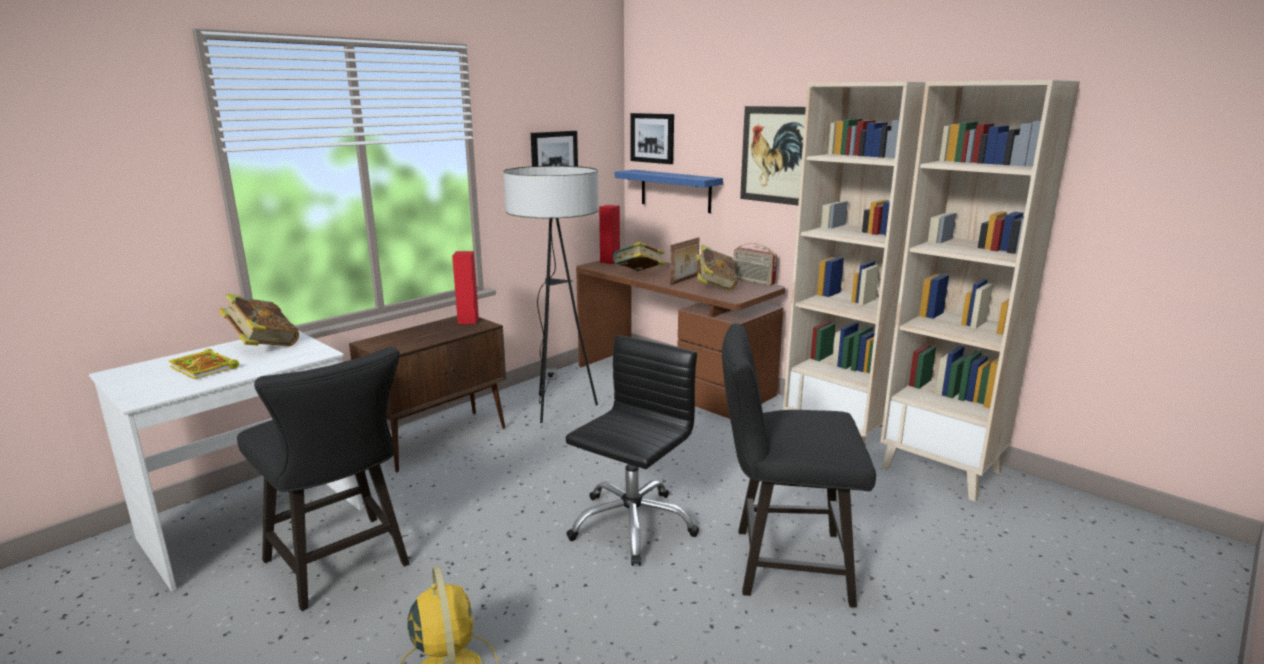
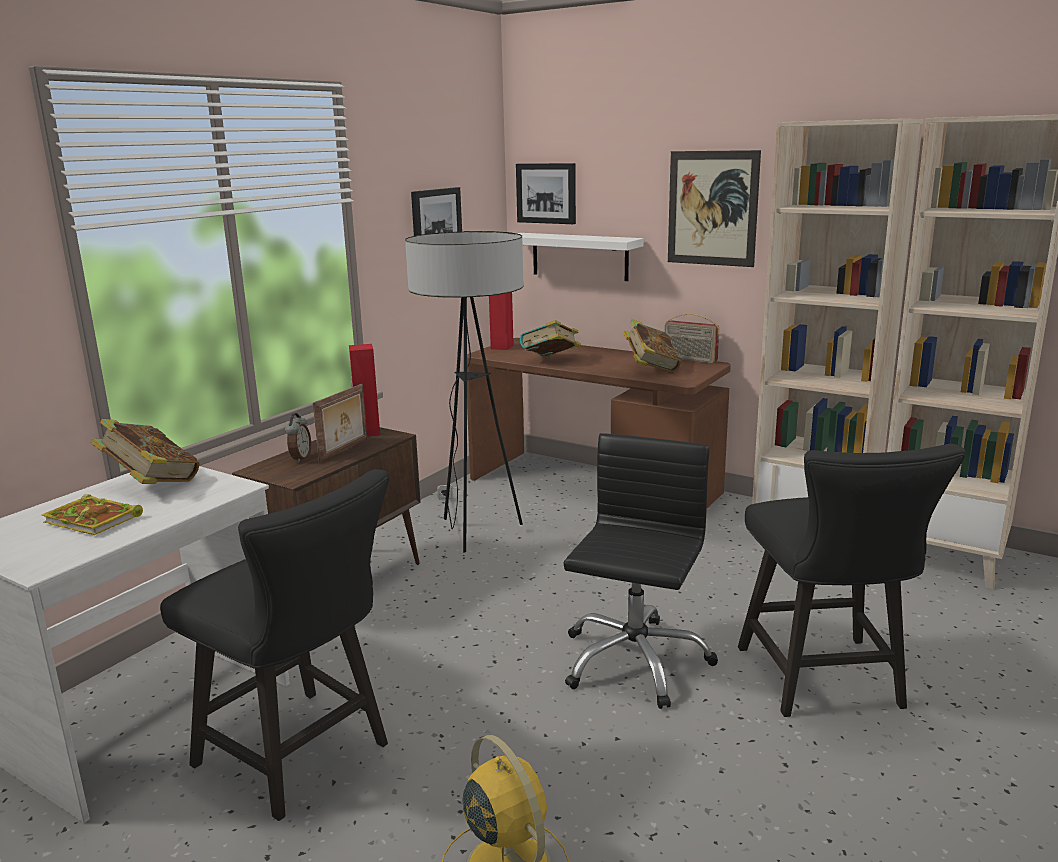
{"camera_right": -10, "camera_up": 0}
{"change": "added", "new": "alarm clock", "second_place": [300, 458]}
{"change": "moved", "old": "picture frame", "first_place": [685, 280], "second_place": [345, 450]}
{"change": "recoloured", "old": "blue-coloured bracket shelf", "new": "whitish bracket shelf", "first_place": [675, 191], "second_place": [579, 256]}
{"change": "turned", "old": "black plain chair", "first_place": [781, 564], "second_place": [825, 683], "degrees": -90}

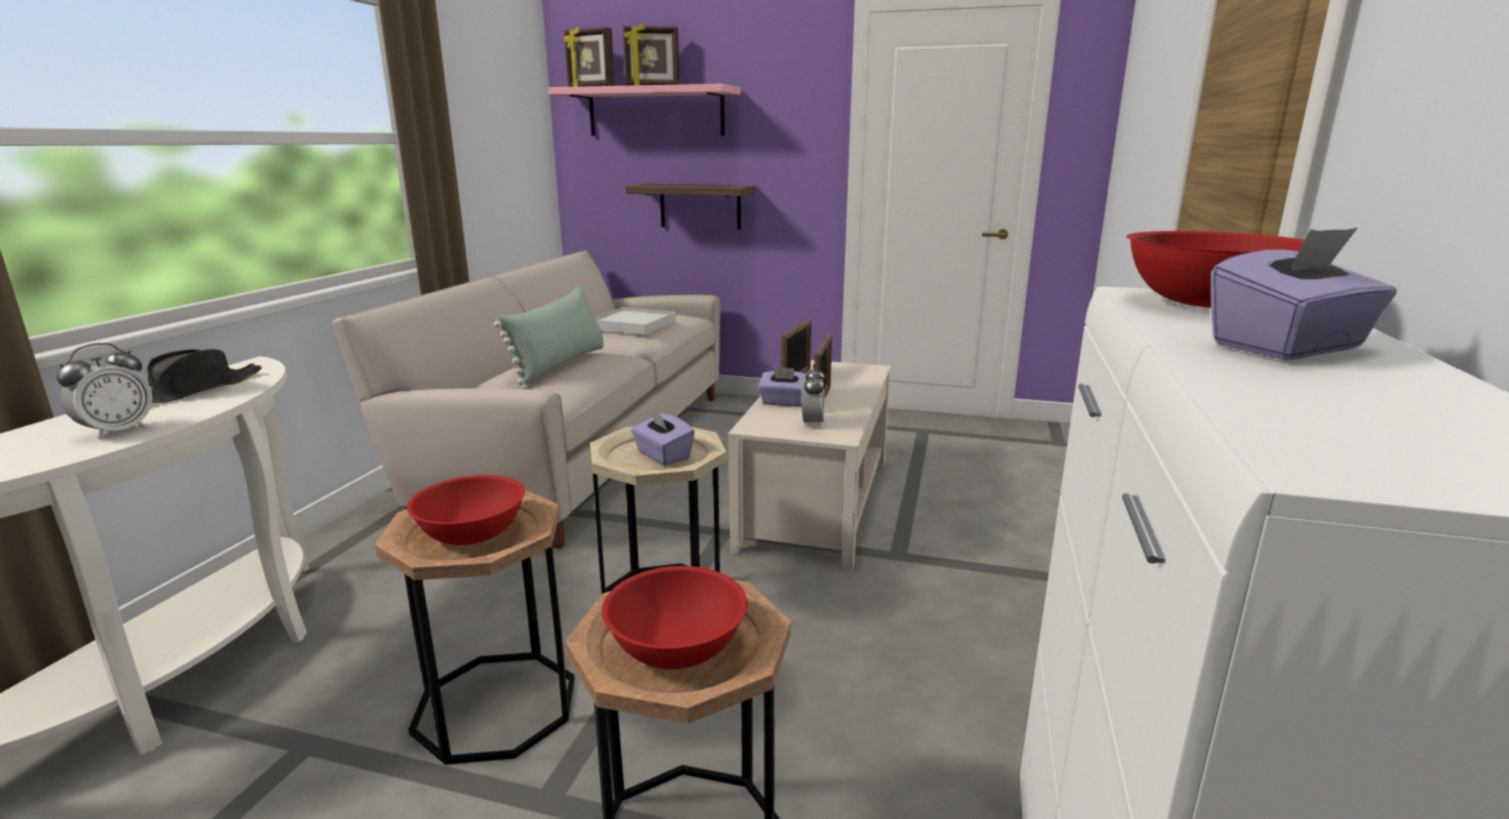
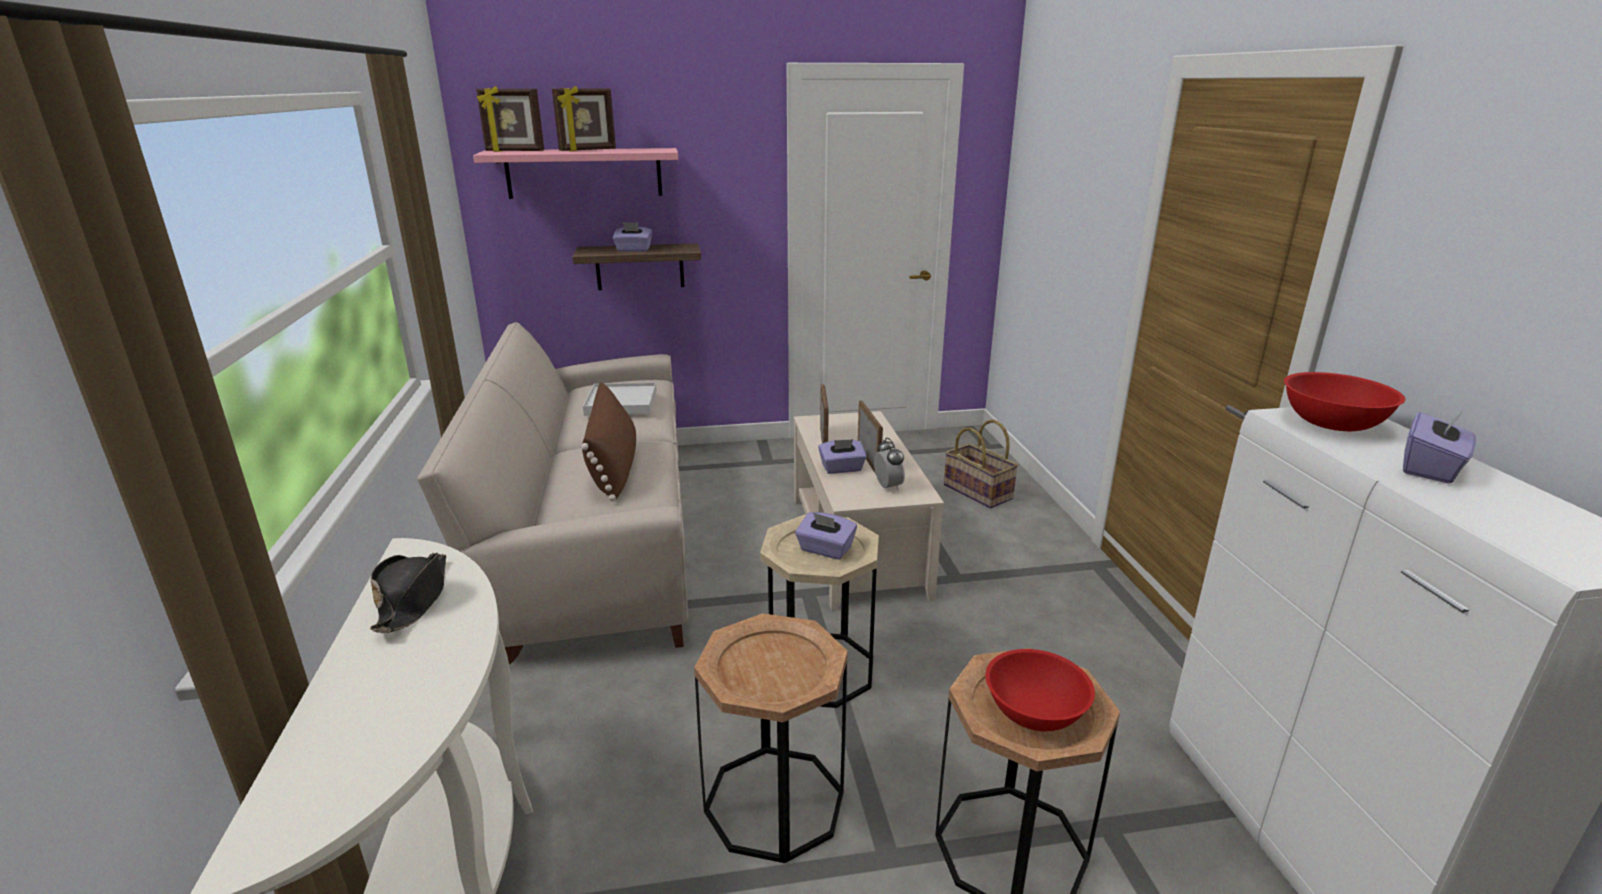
{"camera_right": -25, "camera_up": 5}
{"change": "removed", "old": "alarm clock", "first_place": [117, 431]}
{"change": "removed", "old": "red-coloured bowl", "first_place": [473, 534]}
{"change": "added", "new": "purple tissue holder", "second_place": [633, 250]}
{"change": "added", "new": "household basket", "second_place": [978, 492]}
{"change": "recoloured", "old": "green cushion", "new": "brown cushion", "first_place": [559, 364], "second_place": [614, 467]}

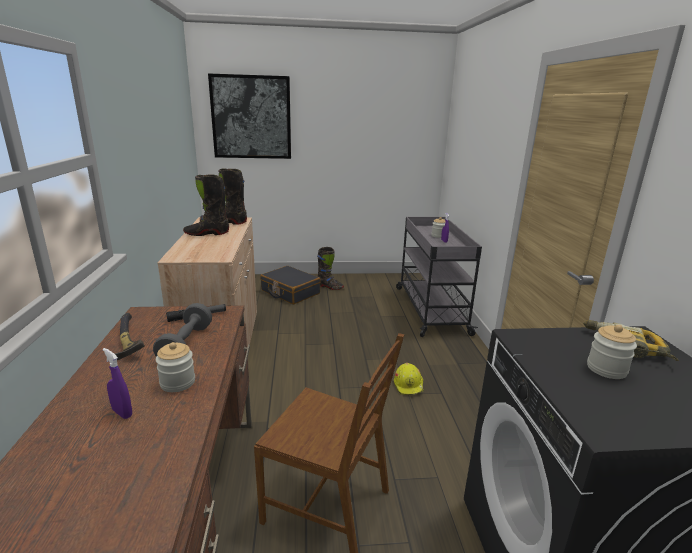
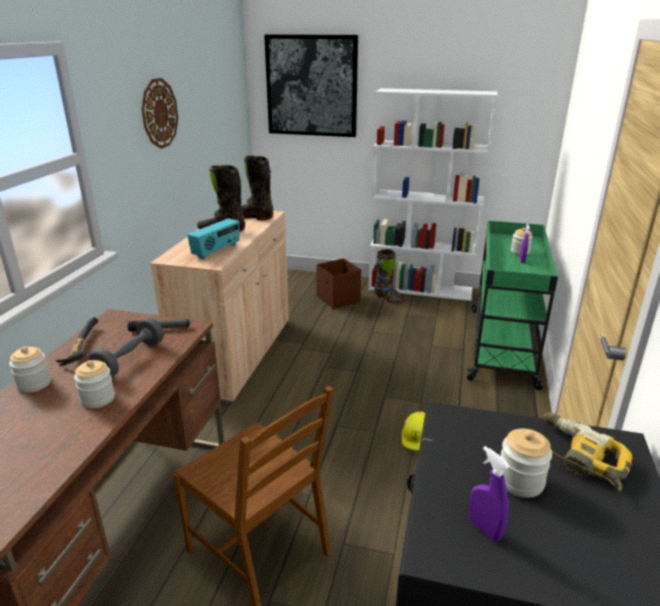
{"camera_right": 20, "camera_up": 5}
{"change": "added", "new": "jar", "second_place": [34, 384]}
{"change": "added", "new": "wall clock", "second_place": [159, 113]}
{"change": "added", "new": "radio receiver", "second_place": [216, 251]}
{"change": "added", "new": "whitish shelving unit", "second_place": [420, 289]}
{"change": "moved", "old": "purple spray bottle", "first_place": [122, 413], "second_place": [484, 529]}
{"change": "replaced", "old": "black suitcase", "new": "brown storage bin", "first_place": [290, 292], "second_place": [338, 299]}
{"change": "recoloured", "old": "grey cart", "new": "green cart", "first_place": [430, 309], "second_place": [502, 345]}

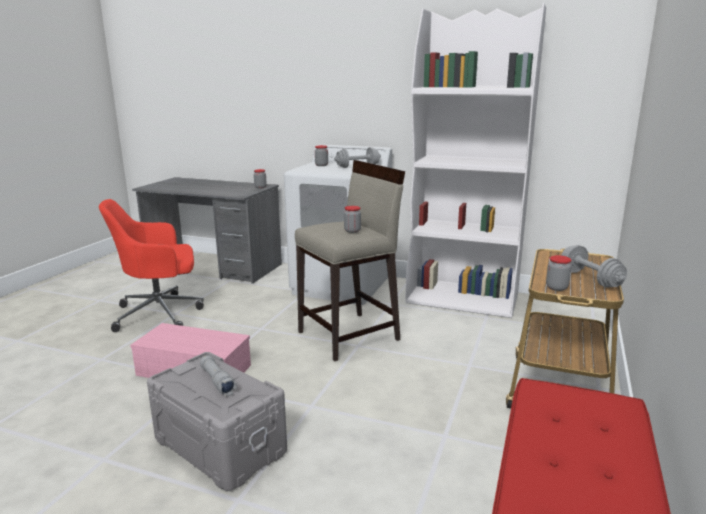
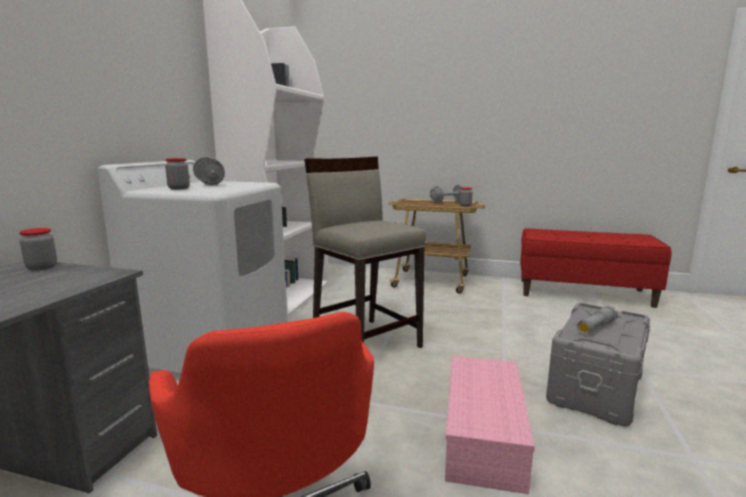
{"camera_right": -95, "camera_up": -5}
{"change": "removed", "old": "jar", "first_place": [352, 231]}

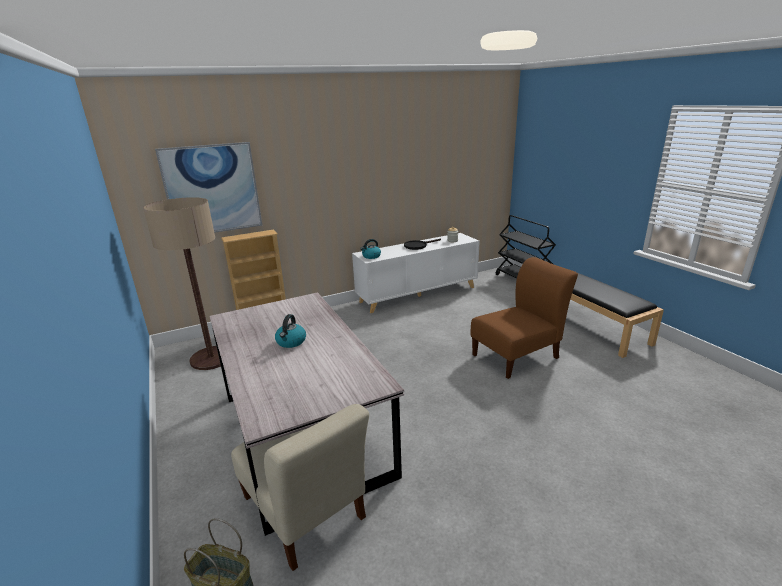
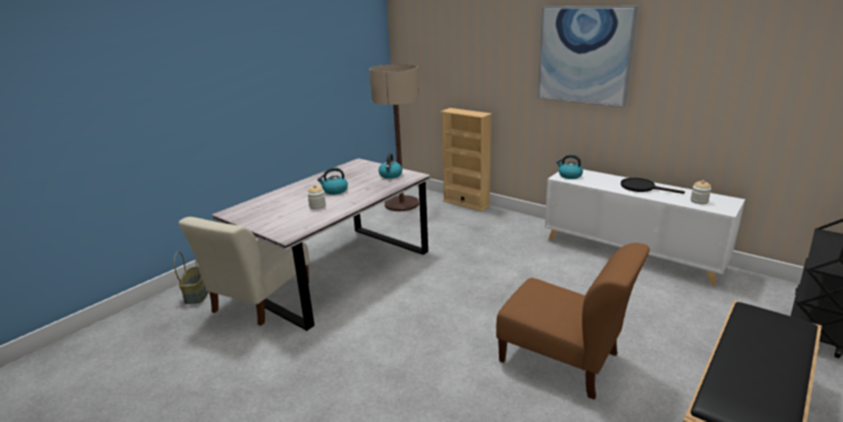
{"camera_right": 65, "camera_up": 0}
{"change": "added", "new": "jar", "second_place": [317, 206]}
{"change": "added", "new": "kettle", "second_place": [390, 175]}
{"change": "moved", "old": "picture", "first_place": [212, 189], "second_place": [584, 55]}

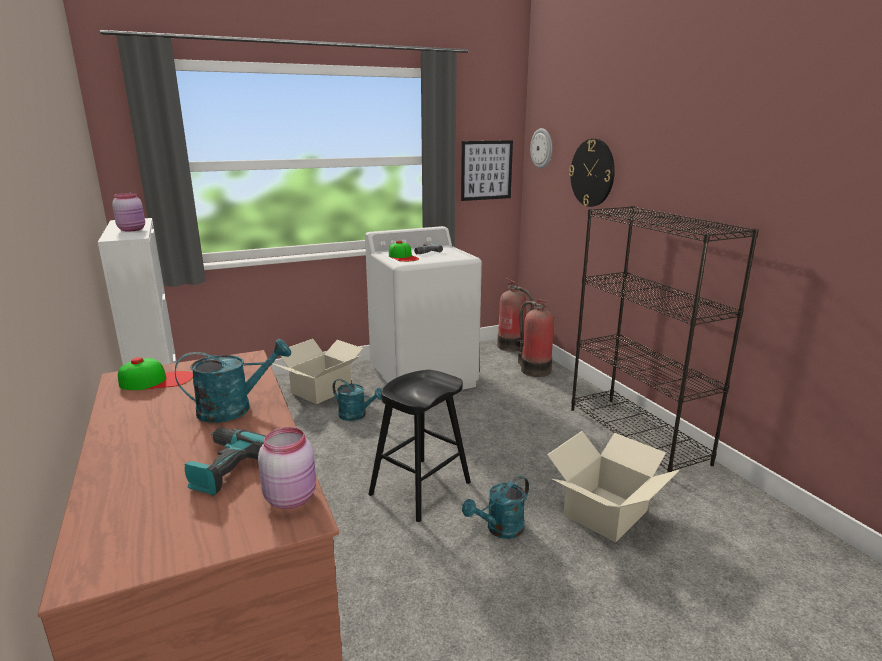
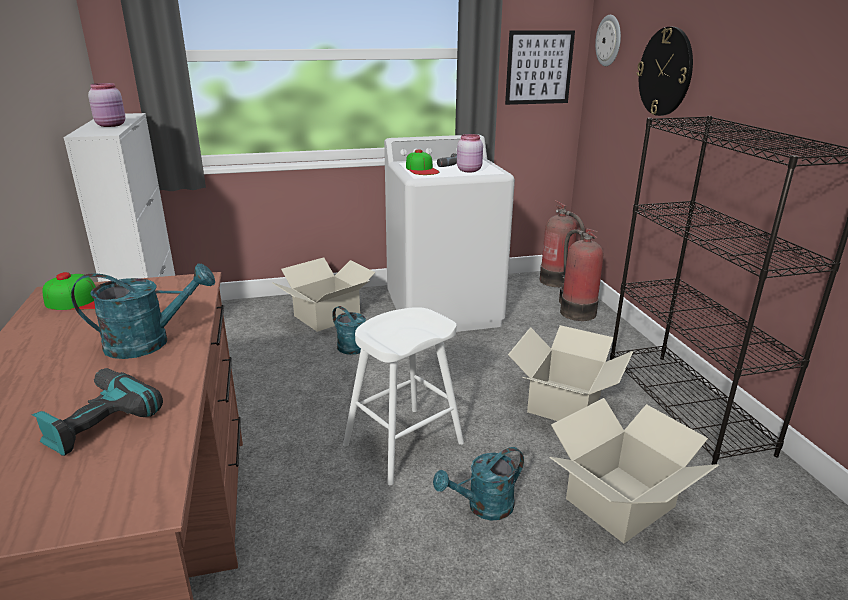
{"camera_right": 10, "camera_up": 5}
{"change": "added", "new": "carton", "second_place": [565, 403]}
{"change": "moved", "old": "pinkish jar", "first_place": [292, 497], "second_place": [469, 170]}
{"change": "recoloured", "old": "black stool", "new": "whitish stool", "first_place": [420, 489], "second_place": [403, 444]}

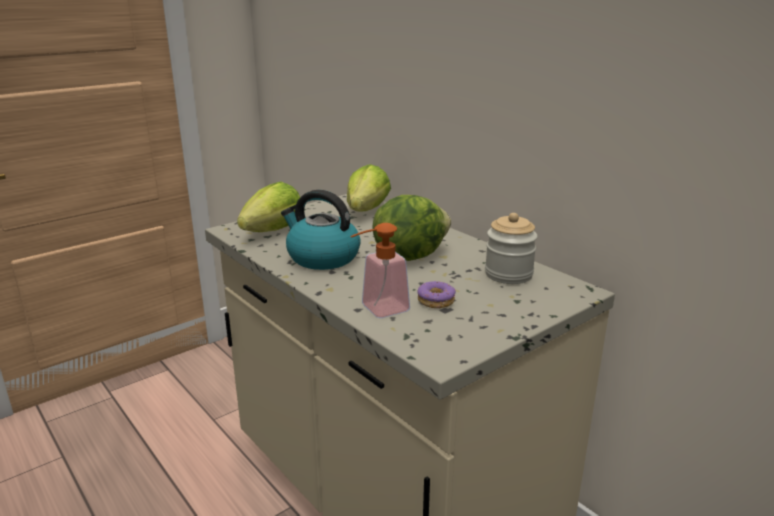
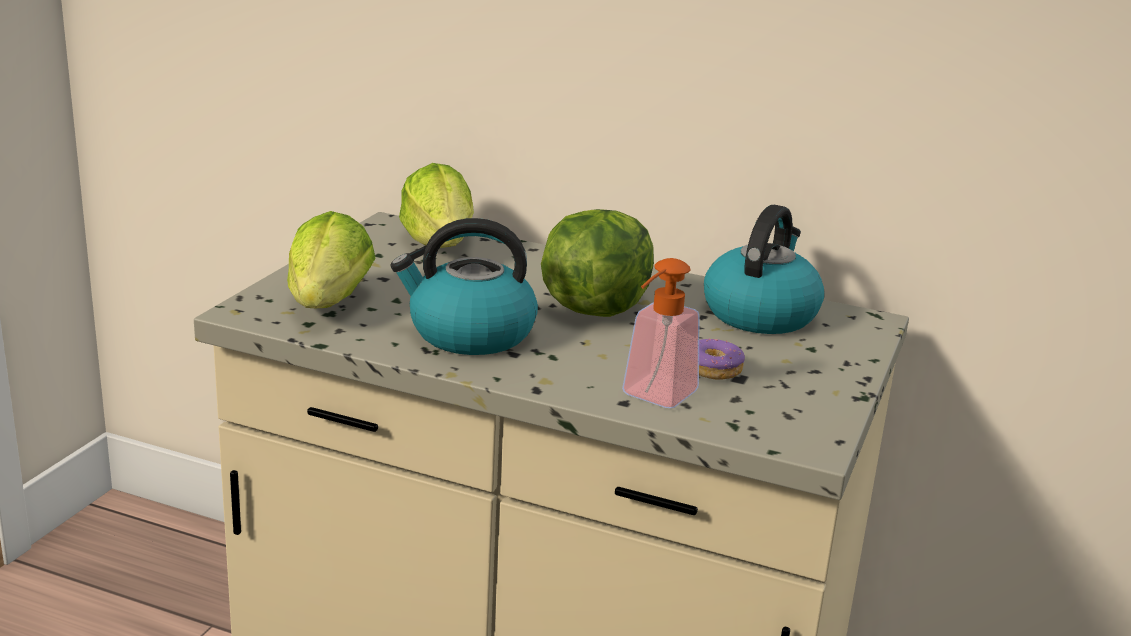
{"camera_right": -30, "camera_up": 0}
{"change": "replaced", "old": "jar", "new": "kettle", "first_place": [508, 274], "second_place": [760, 313]}

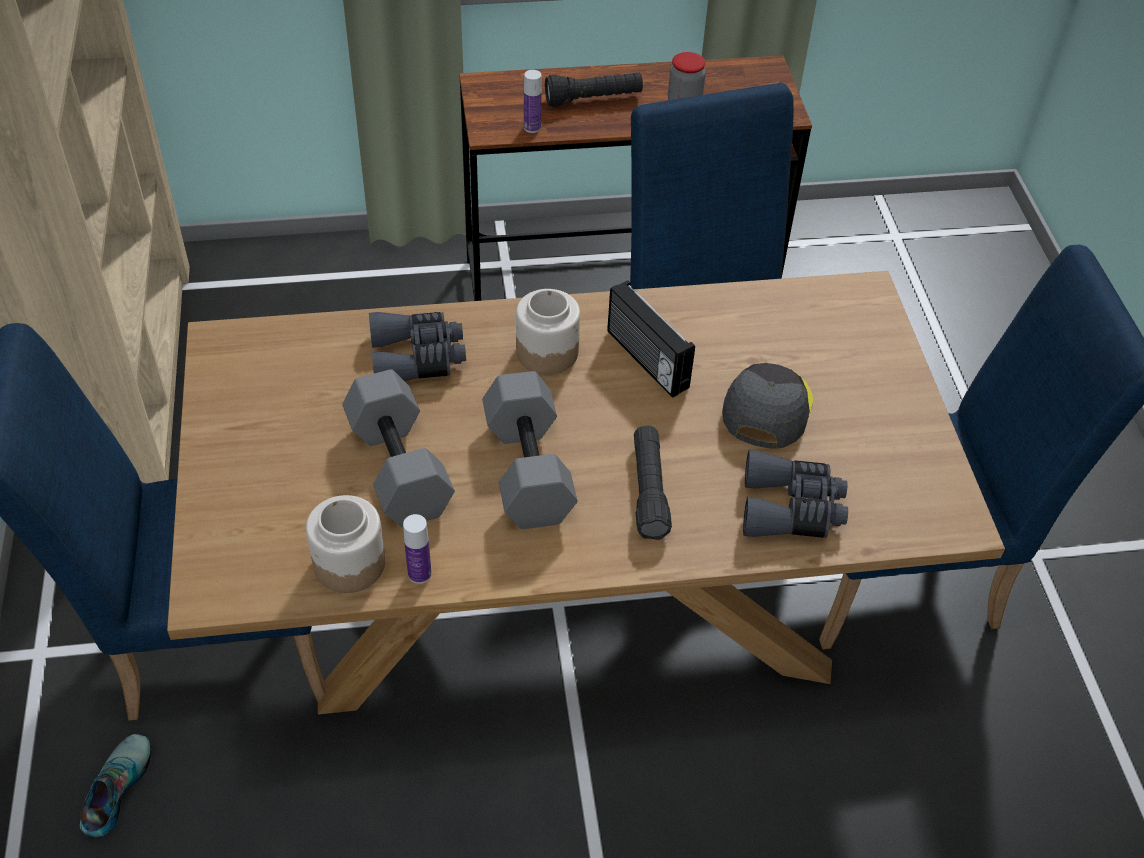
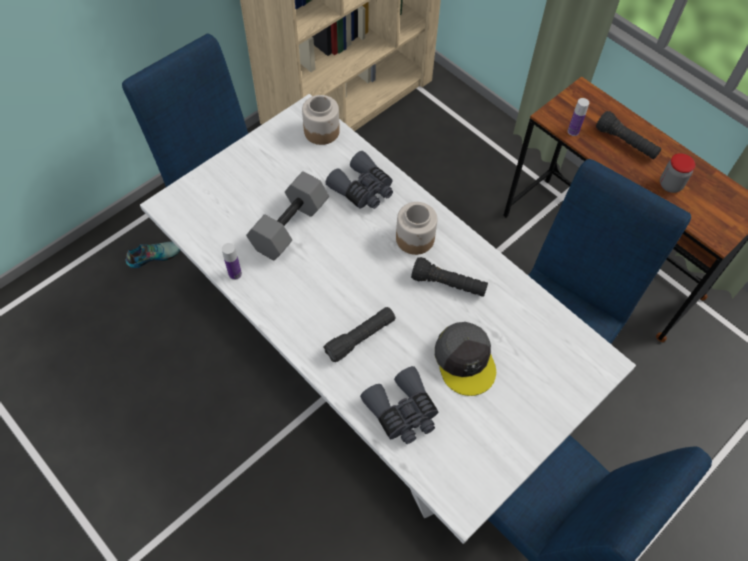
{"camera_right": 55, "camera_up": 10}
{"change": "removed", "old": "grey hand weight", "first_place": [525, 469]}
{"change": "moved", "old": "jar", "first_place": [349, 563], "second_place": [322, 131]}
{"change": "replaced", "old": "radio receiver", "new": "black flashlight", "first_place": [645, 360], "second_place": [448, 284]}
{"change": "recoloured", "old": "brown dining table", "new": "whitish dining table", "first_place": [564, 609], "second_place": [369, 363]}
{"change": "turned", "old": "grey peaked cap", "first_place": [766, 408], "second_place": [465, 360], "degrees": 90}

